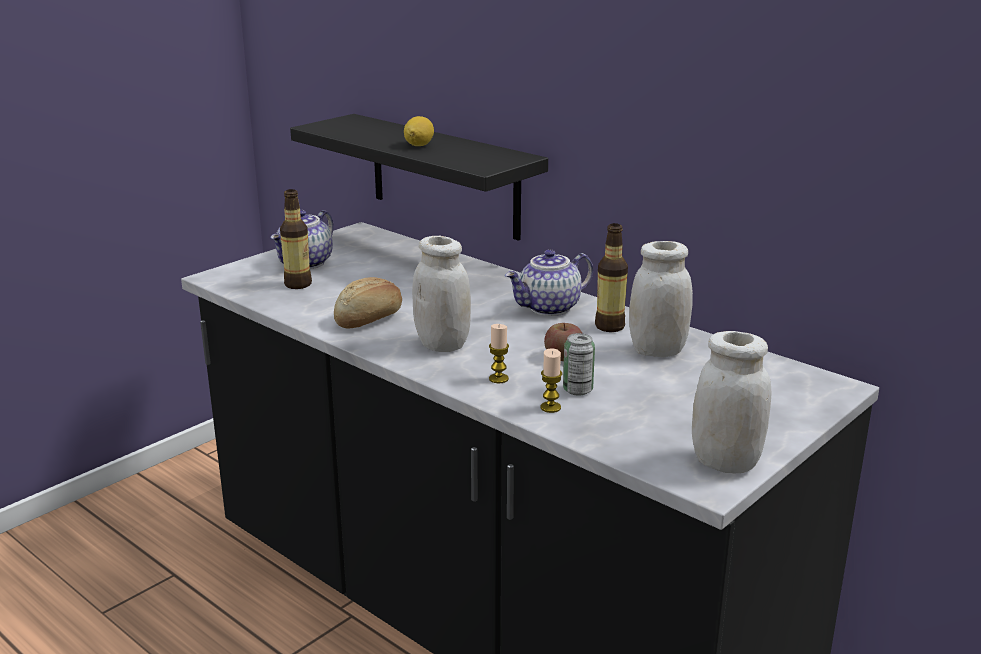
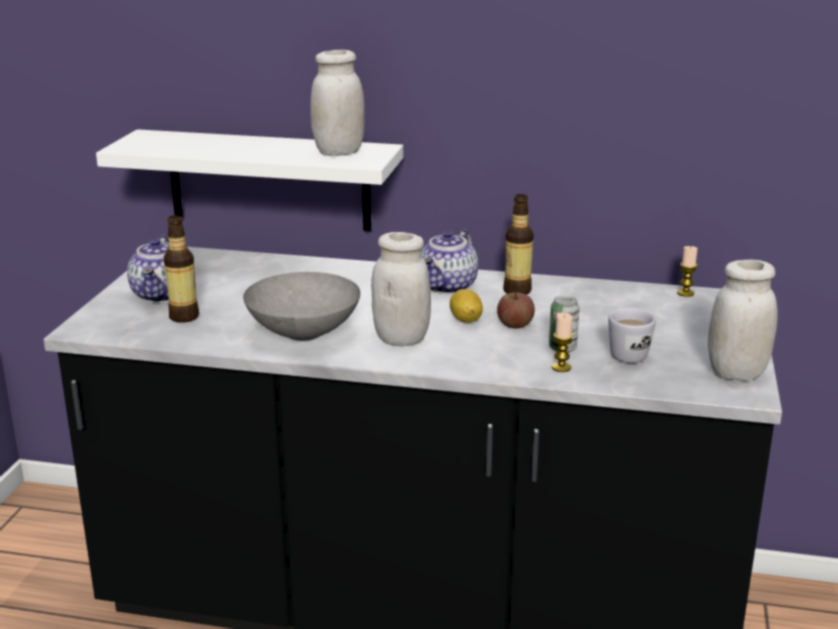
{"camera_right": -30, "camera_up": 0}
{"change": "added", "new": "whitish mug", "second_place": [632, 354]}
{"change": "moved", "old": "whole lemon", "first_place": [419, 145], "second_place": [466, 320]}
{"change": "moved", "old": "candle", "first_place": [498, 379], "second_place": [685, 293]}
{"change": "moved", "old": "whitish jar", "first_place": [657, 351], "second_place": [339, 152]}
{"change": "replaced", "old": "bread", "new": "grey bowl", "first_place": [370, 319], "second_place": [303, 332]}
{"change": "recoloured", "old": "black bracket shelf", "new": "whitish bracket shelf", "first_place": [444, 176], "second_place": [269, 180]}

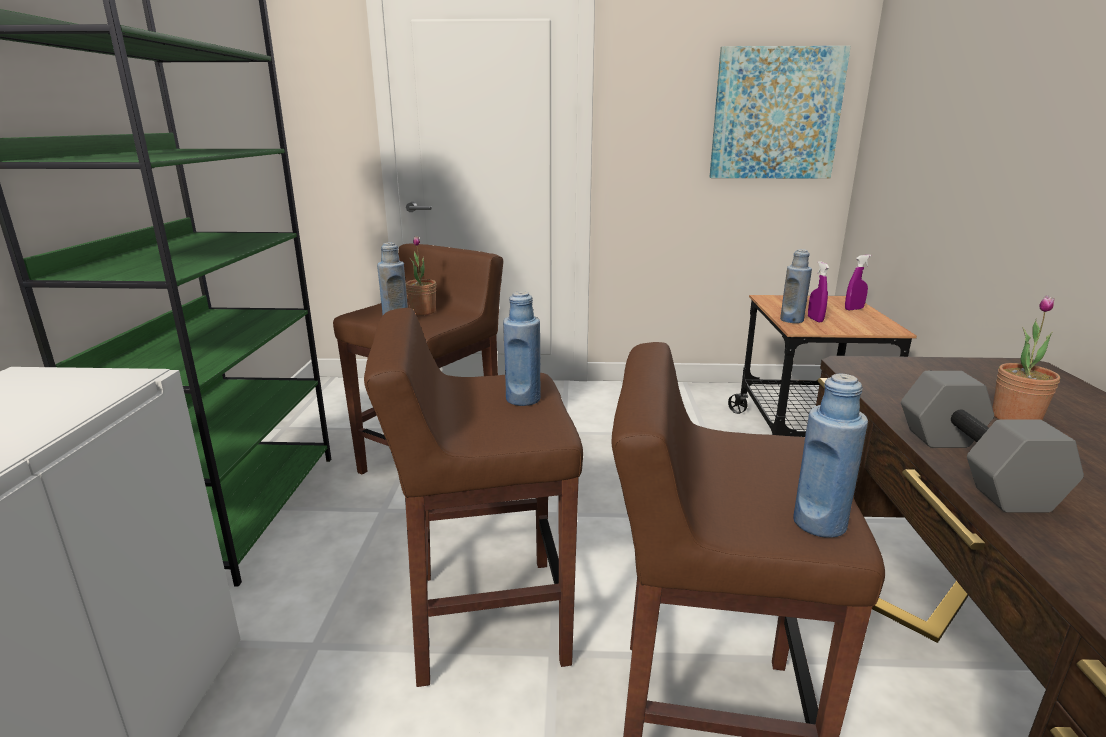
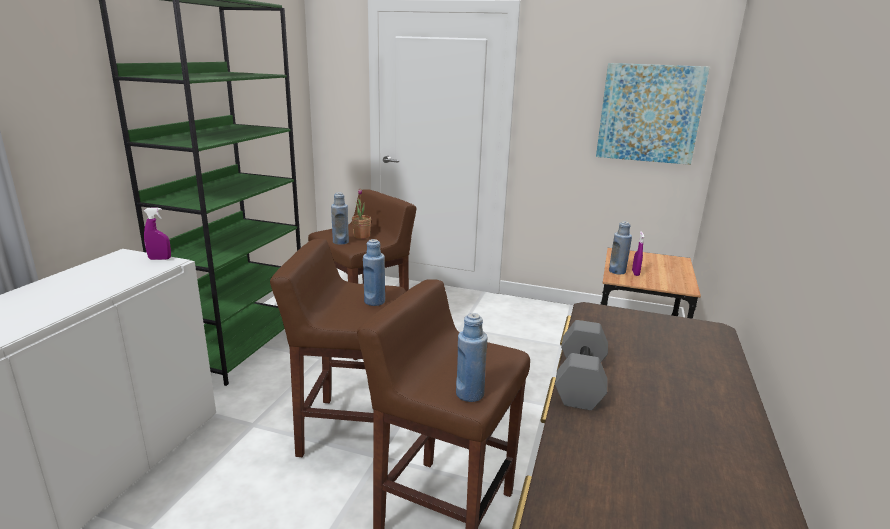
{"camera_right": 15, "camera_up": 0}
{"change": "removed", "old": "houseplant", "first_place": [1015, 418]}
{"change": "moved", "old": "purple spray bottle", "first_place": [854, 309], "second_place": [160, 259]}

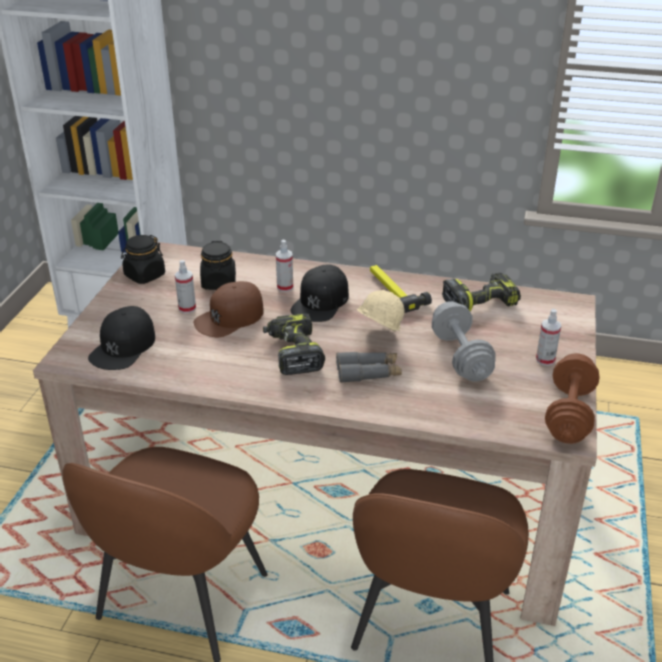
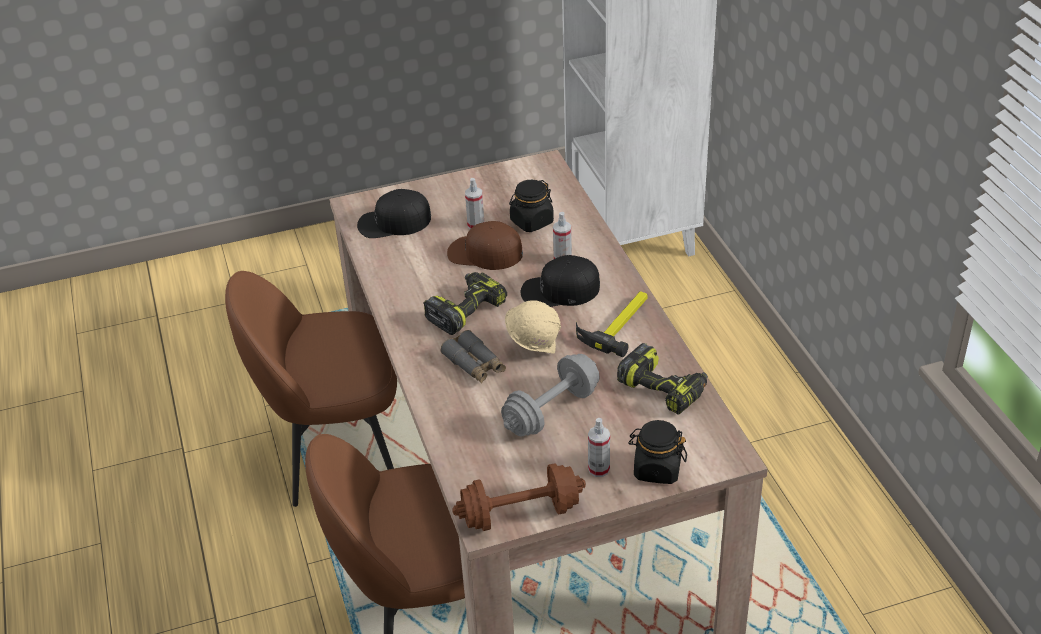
{"camera_right": 60, "camera_up": 5}
{"change": "moved", "old": "black jar", "first_place": [144, 275], "second_place": [657, 469]}

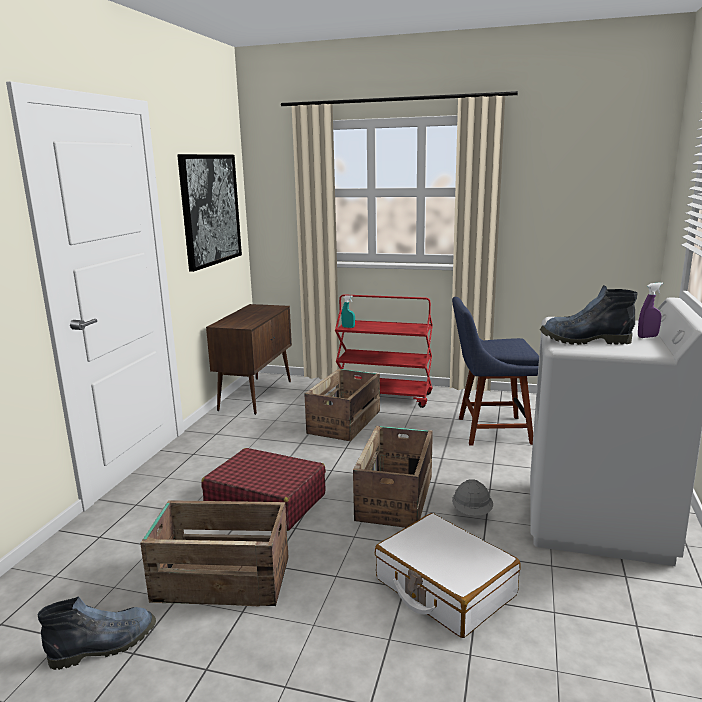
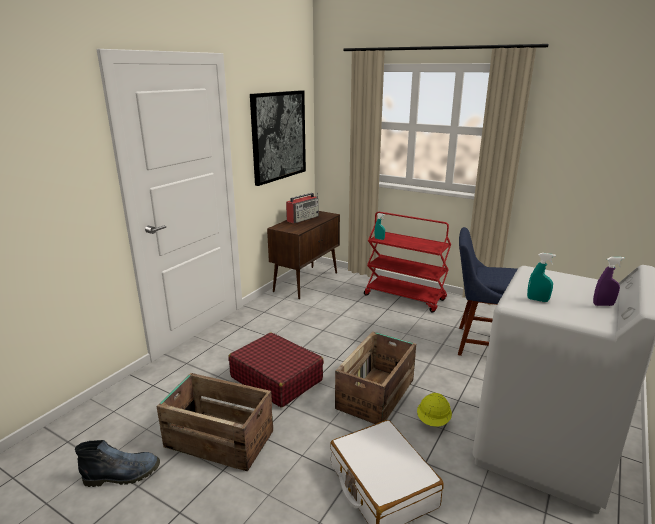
{"camera_right": 15, "camera_up": 5}
{"change": "removed", "old": "packing crate", "first_place": [345, 422]}
{"change": "added", "new": "radio receiver", "second_place": [303, 218]}
{"change": "replaced", "old": "boot", "new": "turquoise-coloured spray bottle", "first_place": [583, 340], "second_place": [537, 300]}
{"change": "recoloured", "old": "grey safety helmet", "new": "yellow-coloured safety helmet", "first_place": [472, 513], "second_place": [433, 421]}

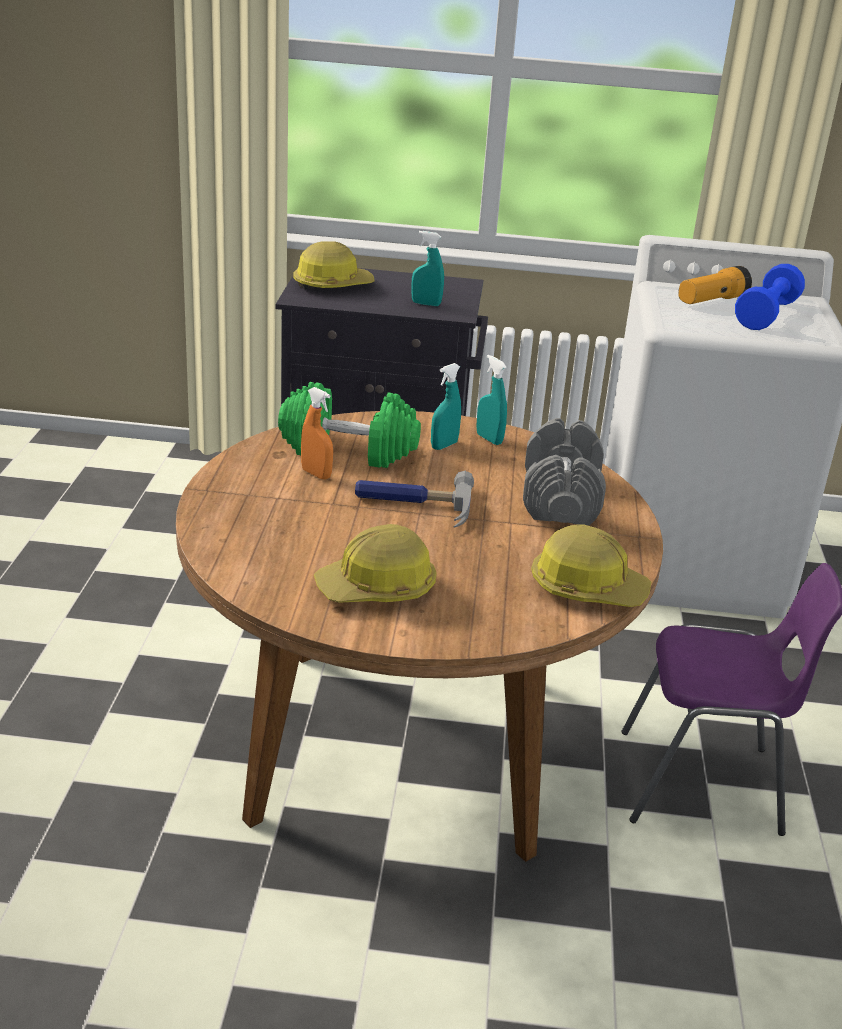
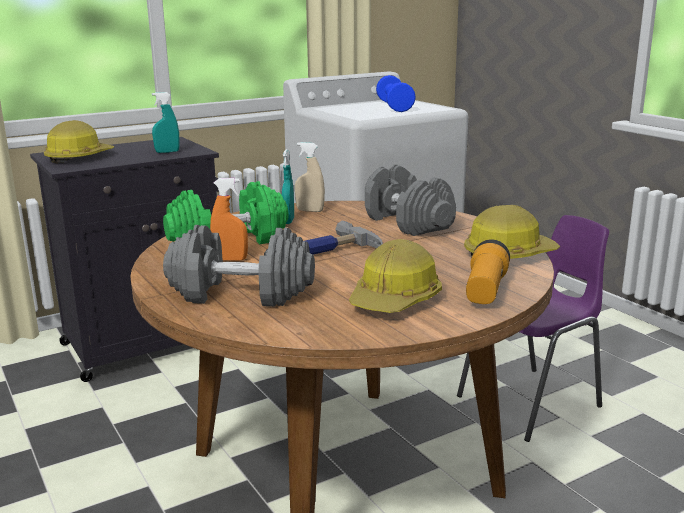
{"camera_right": -35, "camera_up": -10}
{"change": "added", "new": "grey hand weight", "second_place": [240, 293]}
{"change": "moved", "old": "flashlight", "first_place": [711, 301], "second_place": [485, 290]}
{"change": "recoloured", "old": "turquoise-coloured spray bottle", "new": "sand-coloured spray bottle", "first_place": [489, 439], "second_place": [310, 210]}

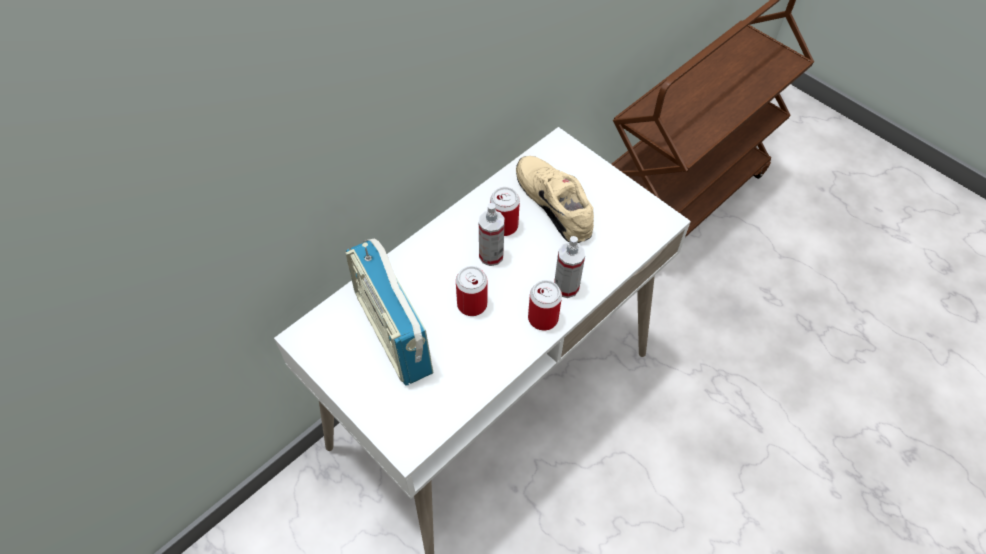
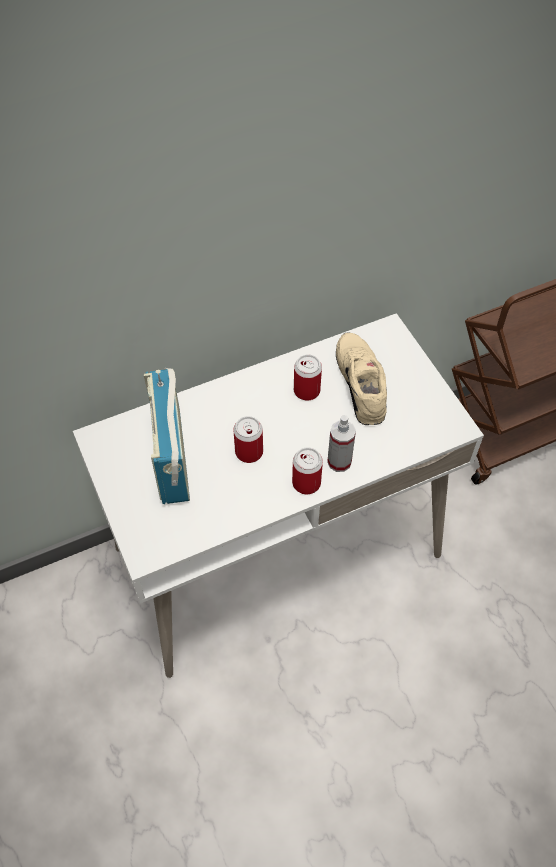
{"camera_right": 20, "camera_up": 0}
{"change": "removed", "old": "spray bottle", "first_place": [491, 255]}

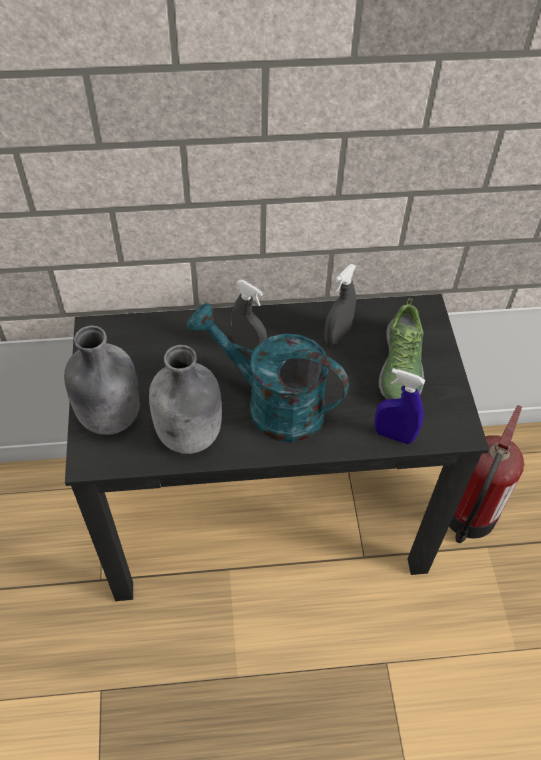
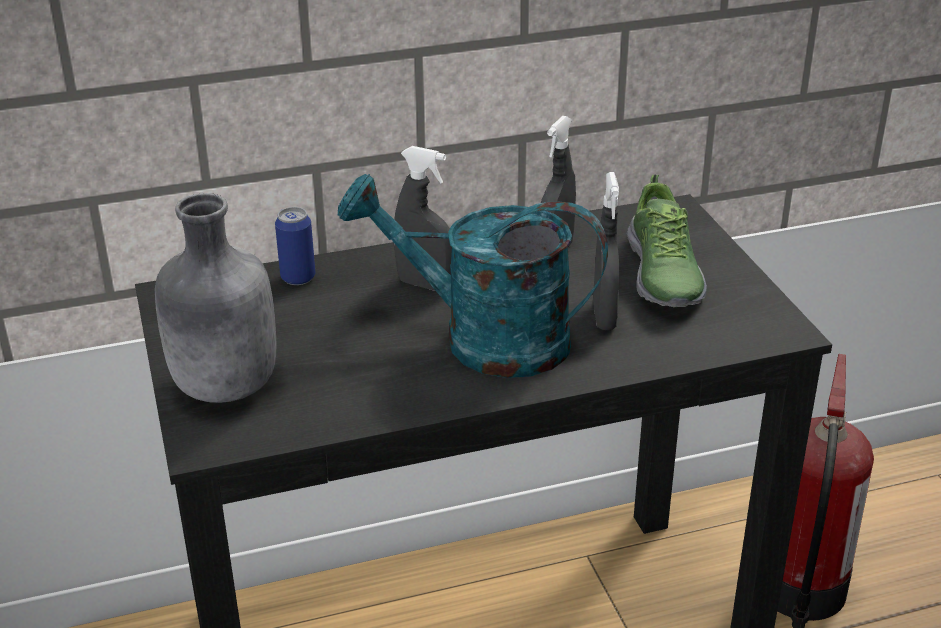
{"camera_right": -10, "camera_up": -20}
{"change": "removed", "old": "grey bottle", "first_place": [190, 435]}
{"change": "removed", "old": "blue-coloured spray bottle", "first_place": [394, 435]}
{"change": "added", "new": "metal can", "second_place": [298, 277]}
{"change": "added", "new": "grey spray bottle", "second_place": [604, 317]}

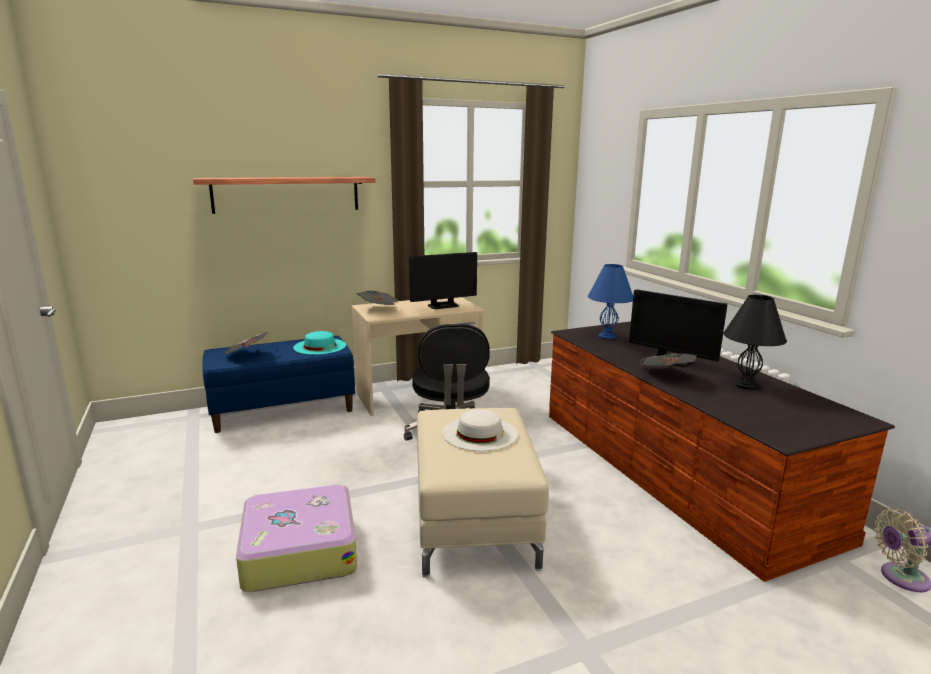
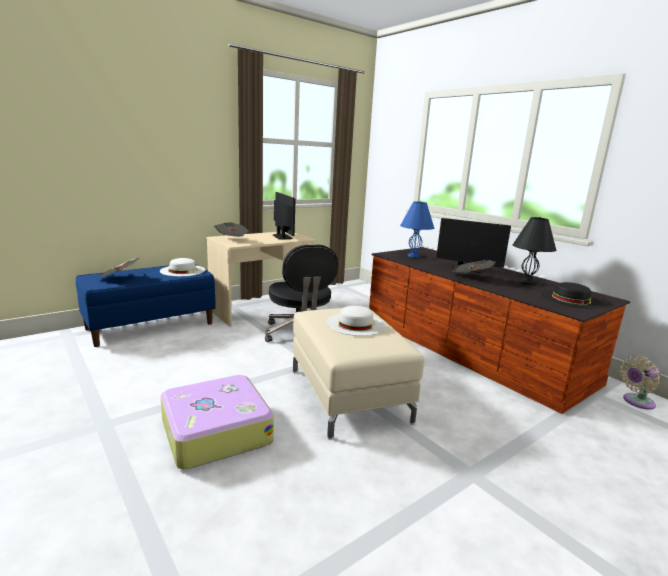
{"camera_right": -15, "camera_up": 0}
{"change": "removed", "old": "bracket shelf", "first_place": [287, 194]}
{"change": "added", "new": "black wearable hat", "second_place": [571, 299]}
{"change": "recoloured", "old": "turquoise-coloured wearable hat", "new": "whitish wearable hat", "first_place": [320, 346], "second_place": [182, 270]}
{"change": "turned", "old": "computer screen", "first_place": [443, 305], "second_place": [282, 237], "degrees": -75}

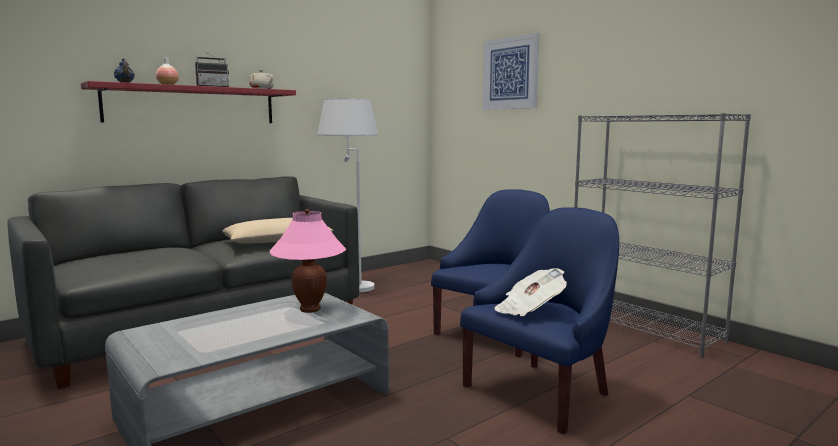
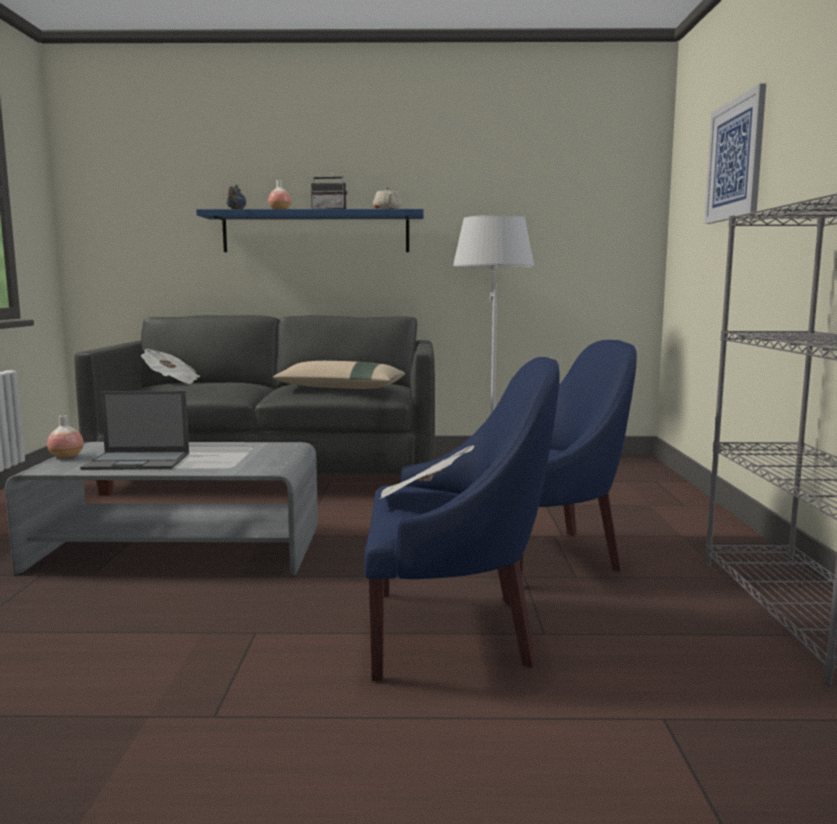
{"camera_right": 40, "camera_up": 0}
{"change": "removed", "old": "pinkish lamp for a table", "first_place": [310, 309]}
{"change": "added", "new": "flower vase", "second_place": [66, 457]}
{"change": "added", "new": "notebook computer", "second_place": [139, 461]}
{"change": "added", "new": "daily paper", "second_place": [172, 381]}
{"change": "recoloured", "old": "red-coloured bracket shelf", "new": "blue-coloured bracket shelf", "first_place": [192, 105], "second_place": [316, 232]}

